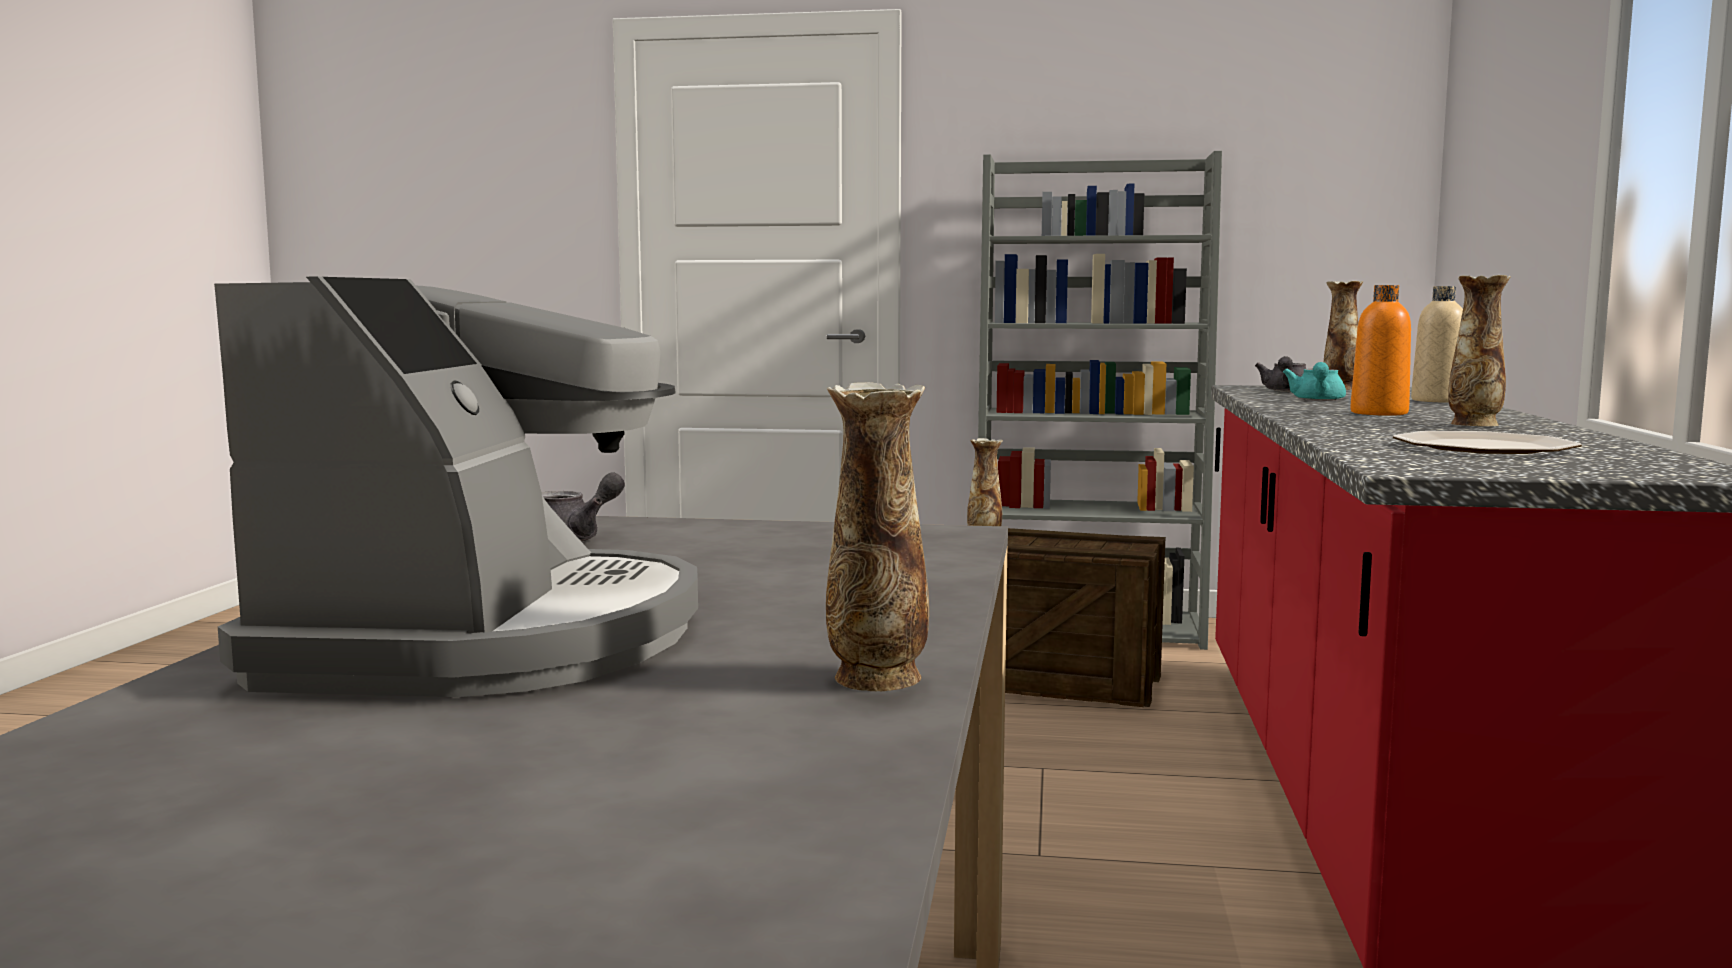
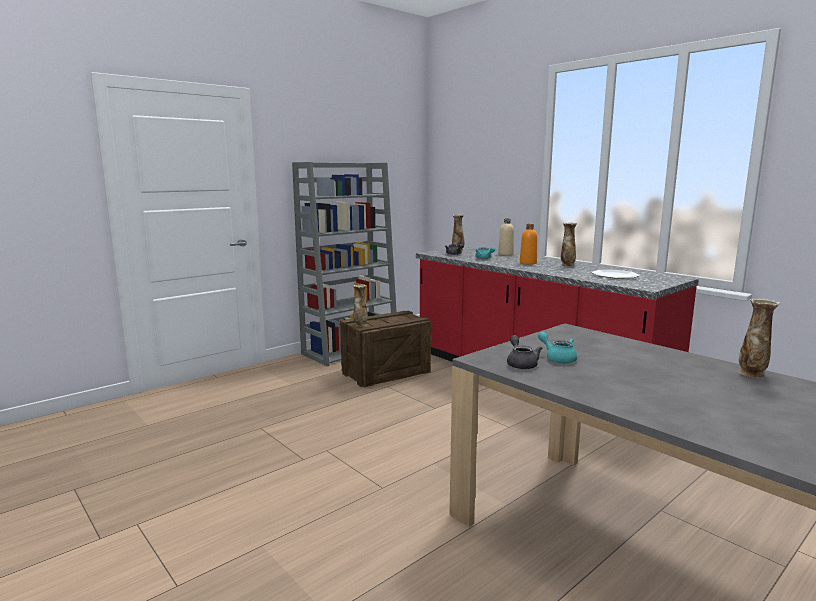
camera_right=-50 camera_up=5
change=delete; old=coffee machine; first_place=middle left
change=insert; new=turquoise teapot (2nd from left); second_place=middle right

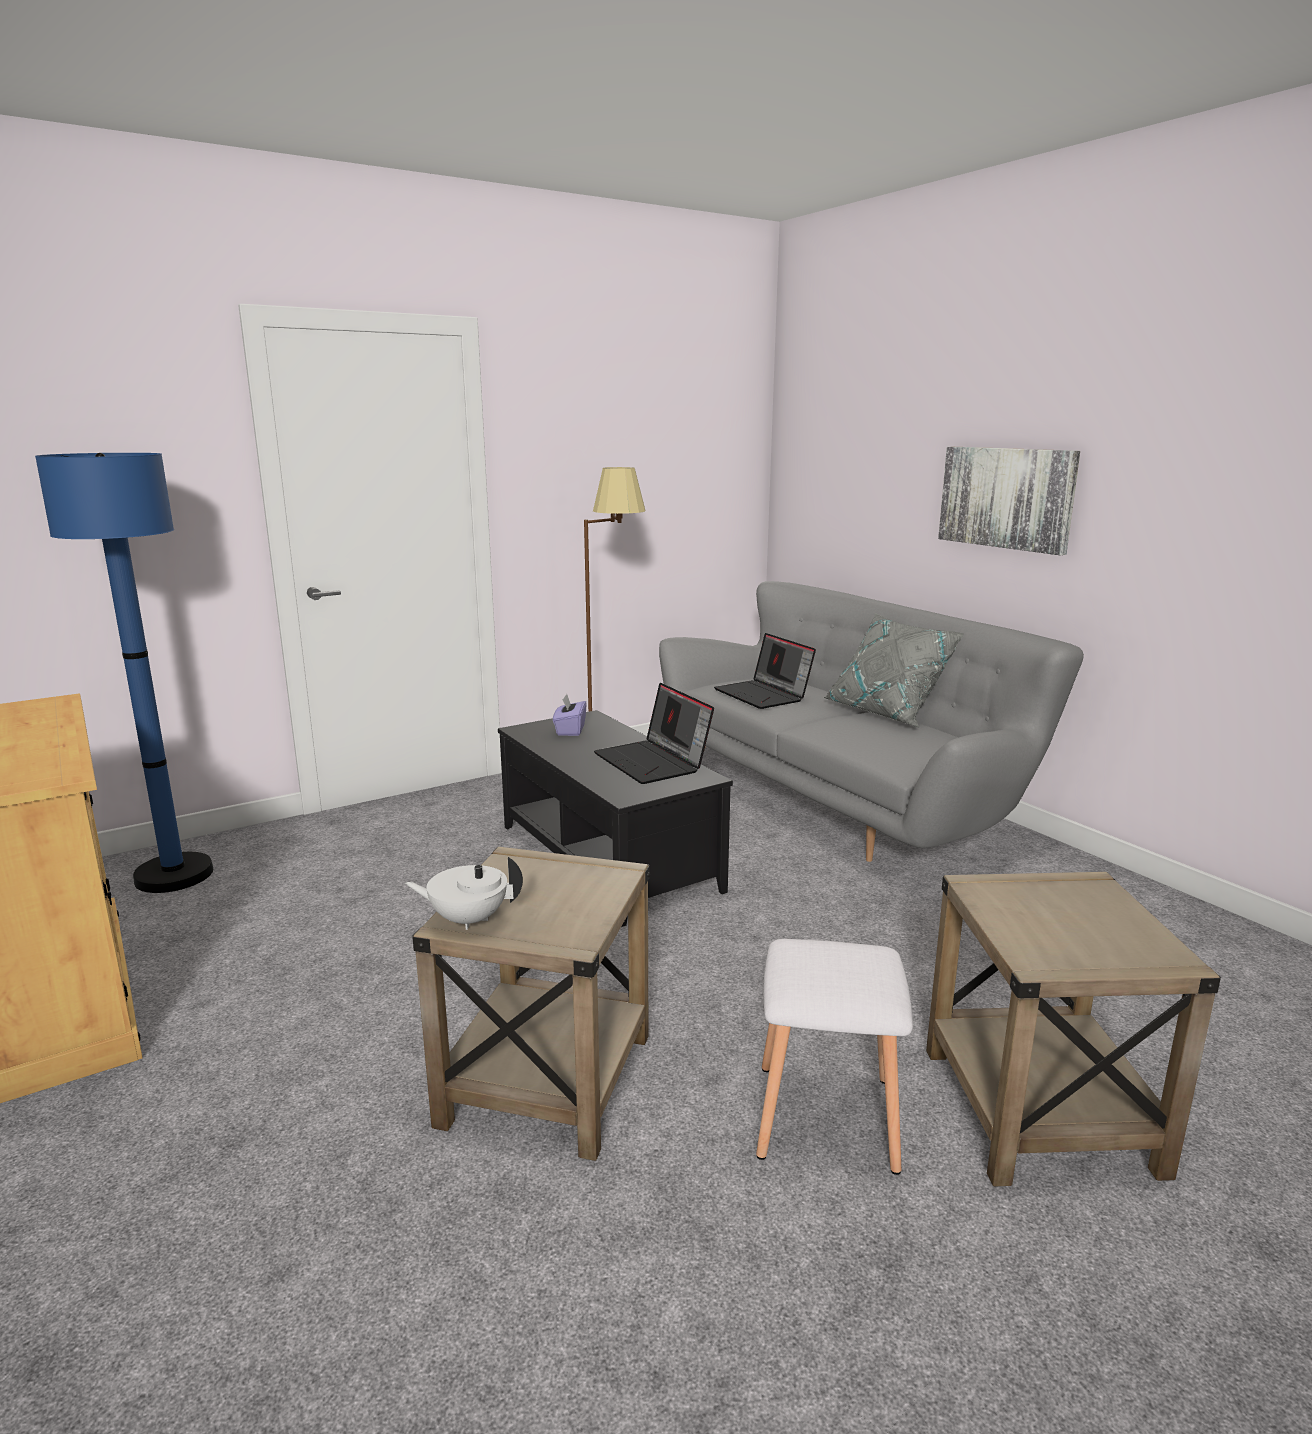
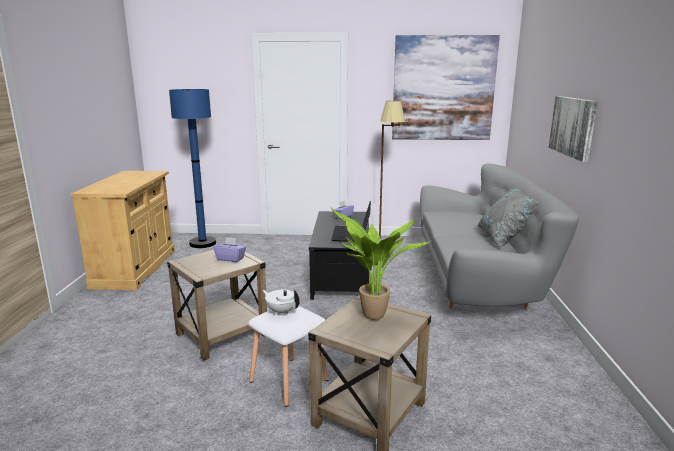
camera_right=35 camera_up=0
change=move; old=white teapot; first_place=centre; second_place=bottom centre
change=delete; old=laptop (2nd from left); first_place=centre
change=insert; new=purple tissue box (1st from left); second_place=centre
change=insert; new=potted plant; second_place=centre
change=insert; new=picture (1st from left); second_place=top centre

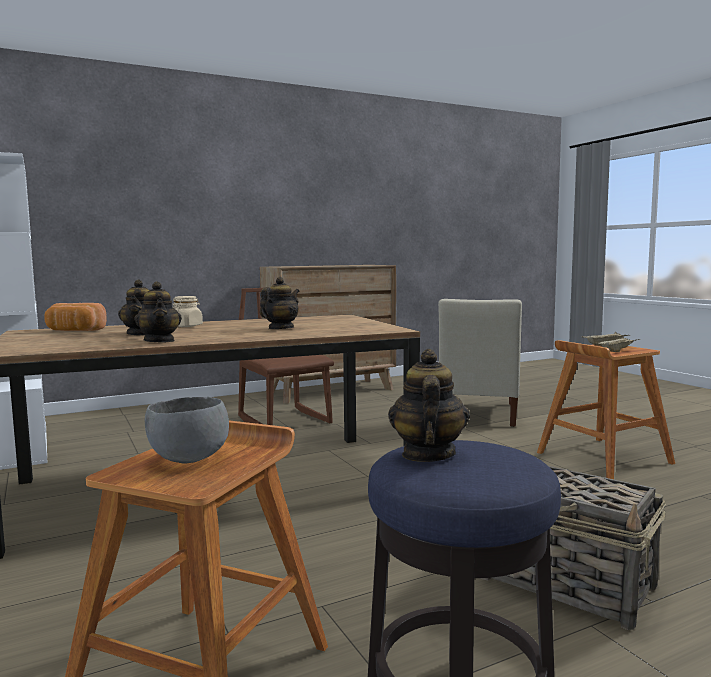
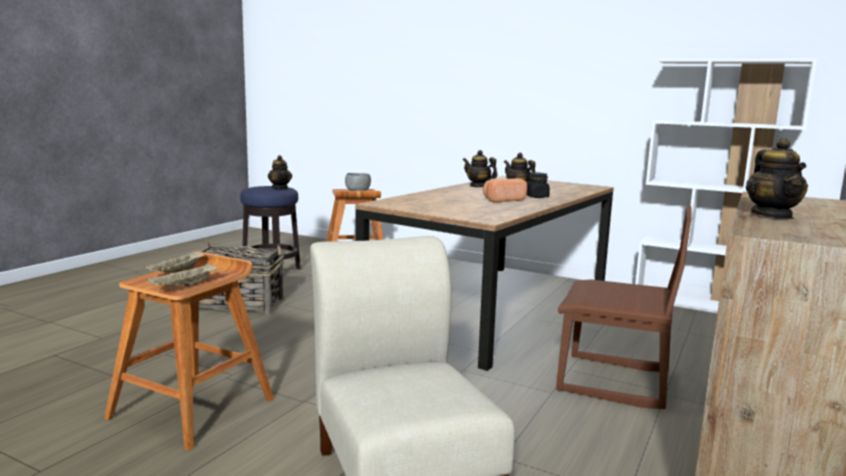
camera_right=145 camera_up=5
change=move; old=bread; first_place=middle left; second_place=centre
change=recolor; old=beige jar; new=black jar; first_place=middle left; second_place=centre
change=move; old=teapot (3rd from left in the first image); new=teapot (4th from left); first_place=centre; second_place=middle right

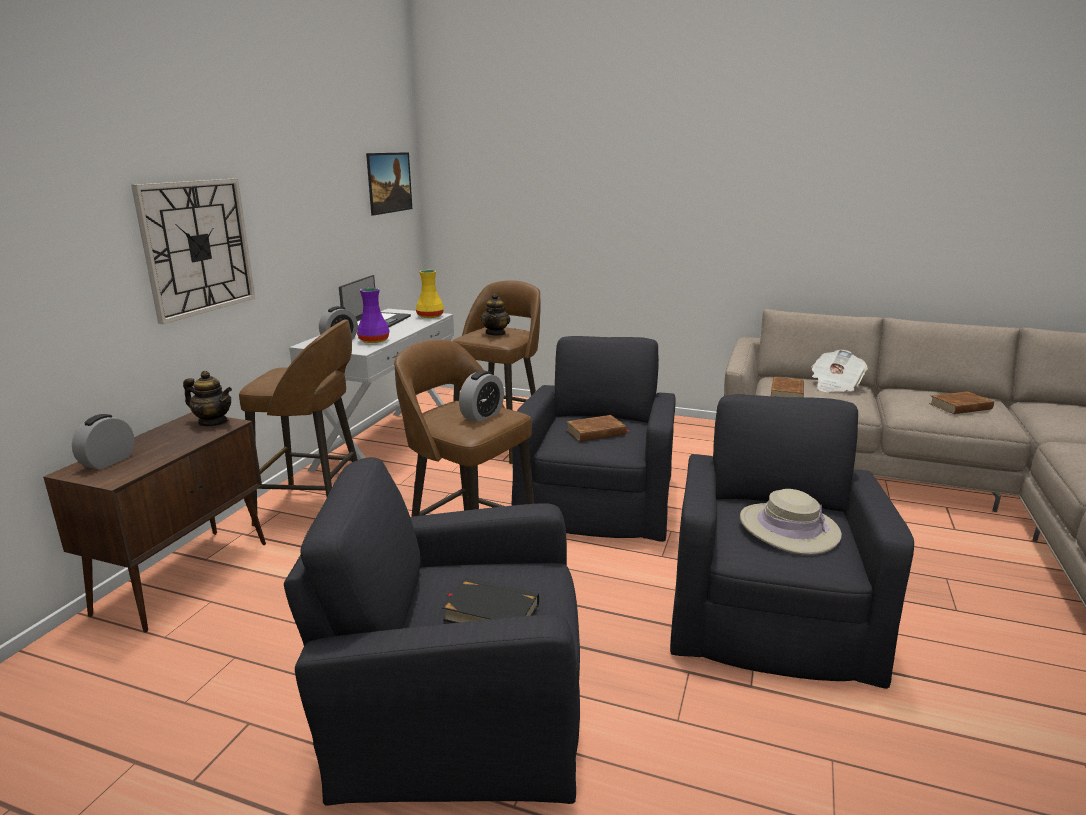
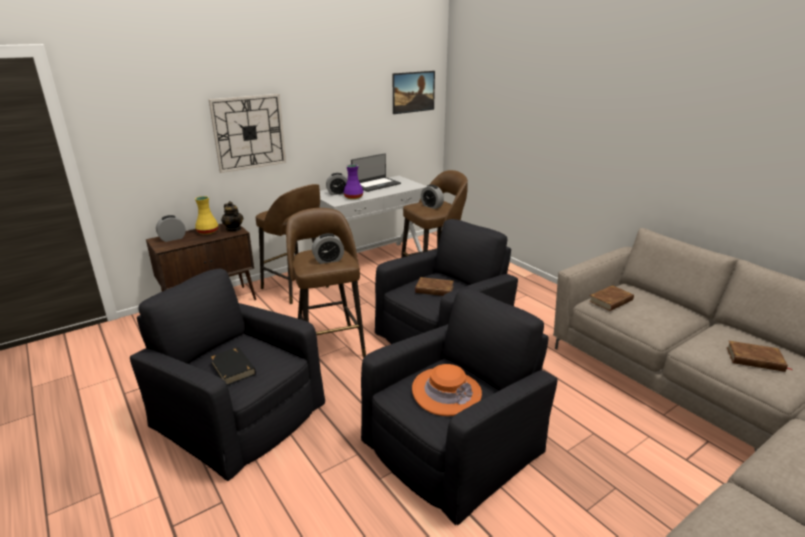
camera_right=35 camera_up=5
change=move; old=yellow vase; first_place=centre; second_place=middle left
change=replace; old=teapot (2nd from left); new=alarm clock (4th from left); first_place=centre; second_place=centre
change=recolor; old=beige hat; new=orange hat; first_place=middle right; second_place=bottom centre
change=delete; old=newspaper; first_place=middle right

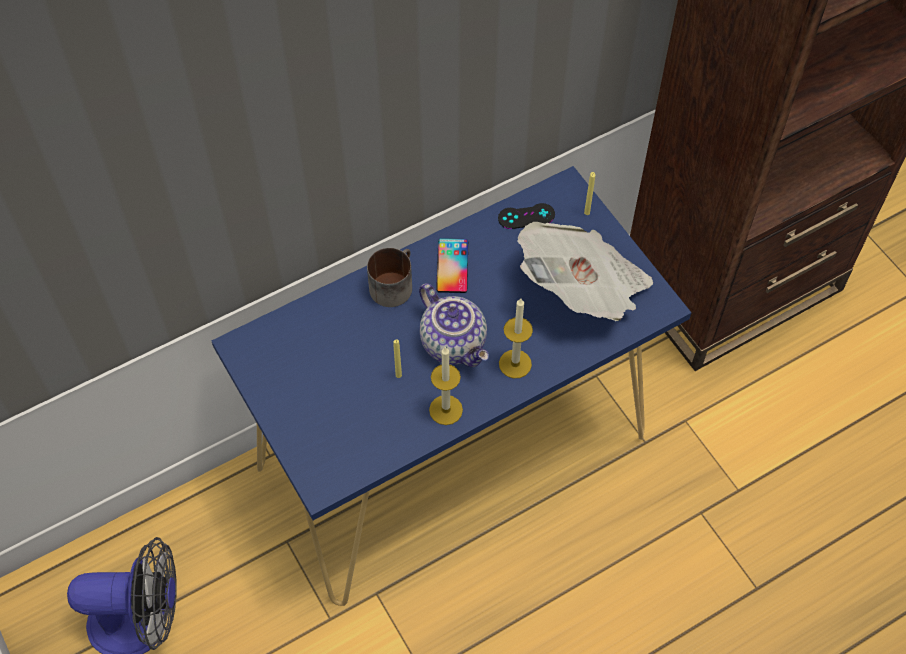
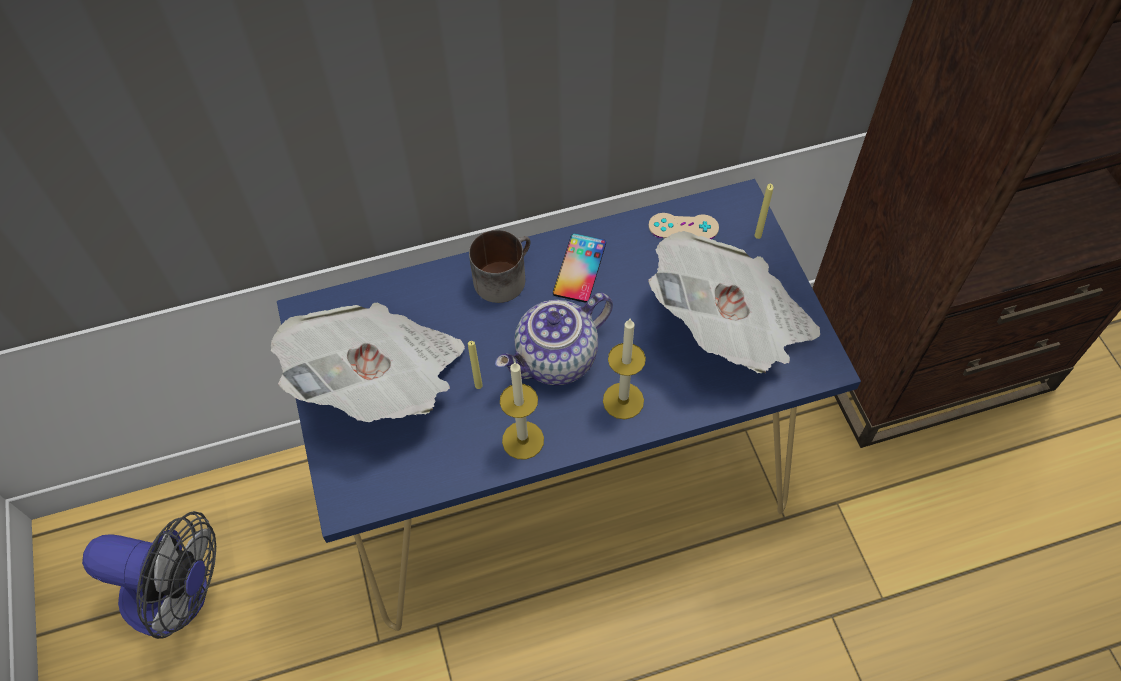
camera_right=15 camera_up=0
change=rotate; old=teapot; first_place=centre; second_place=centre; degrees=75
change=recolor; old=black game controller; new=beige game controller; first_place=top centre; second_place=top centre
change=insert; new=newspaper (1st from left); second_place=middle left

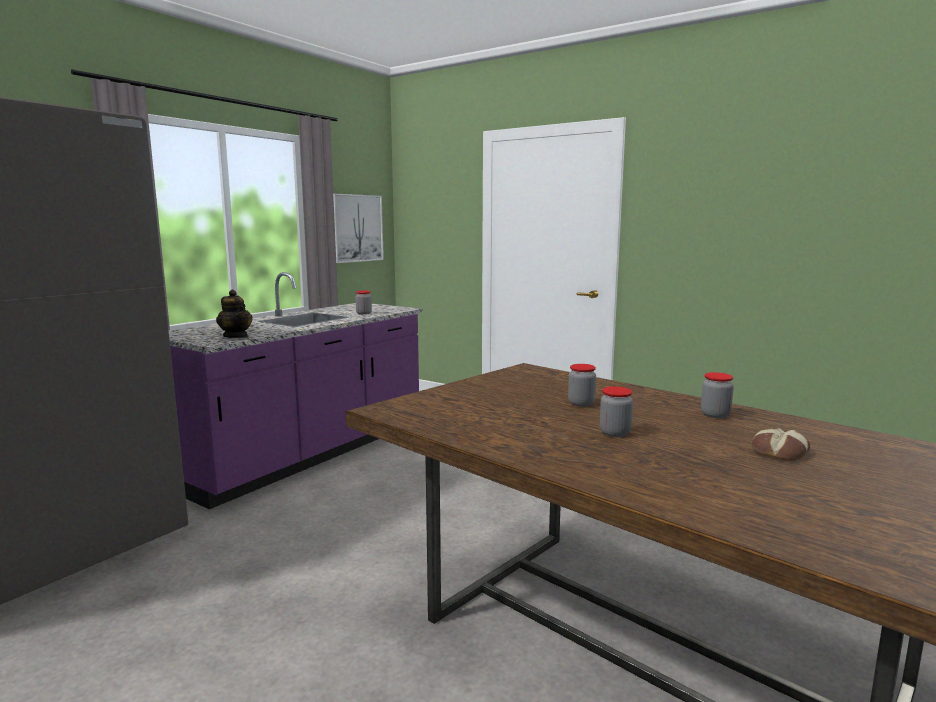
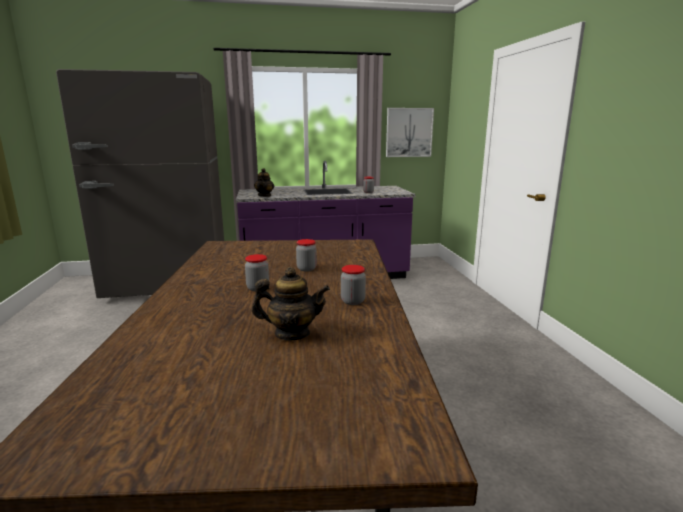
camera_right=45 camera_up=5
change=replace; old=bread; new=teapot (2nd from left); first_place=middle right; second_place=centre

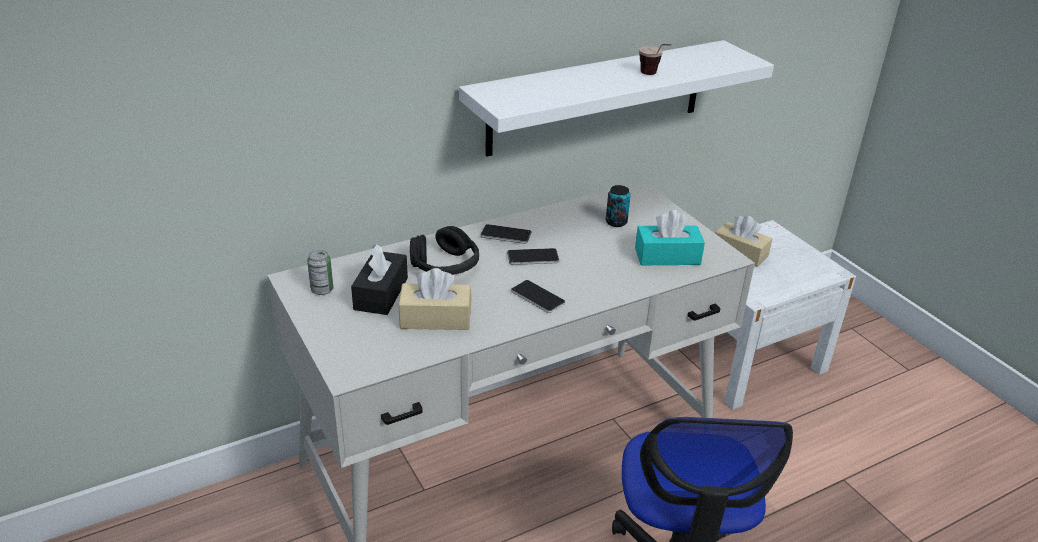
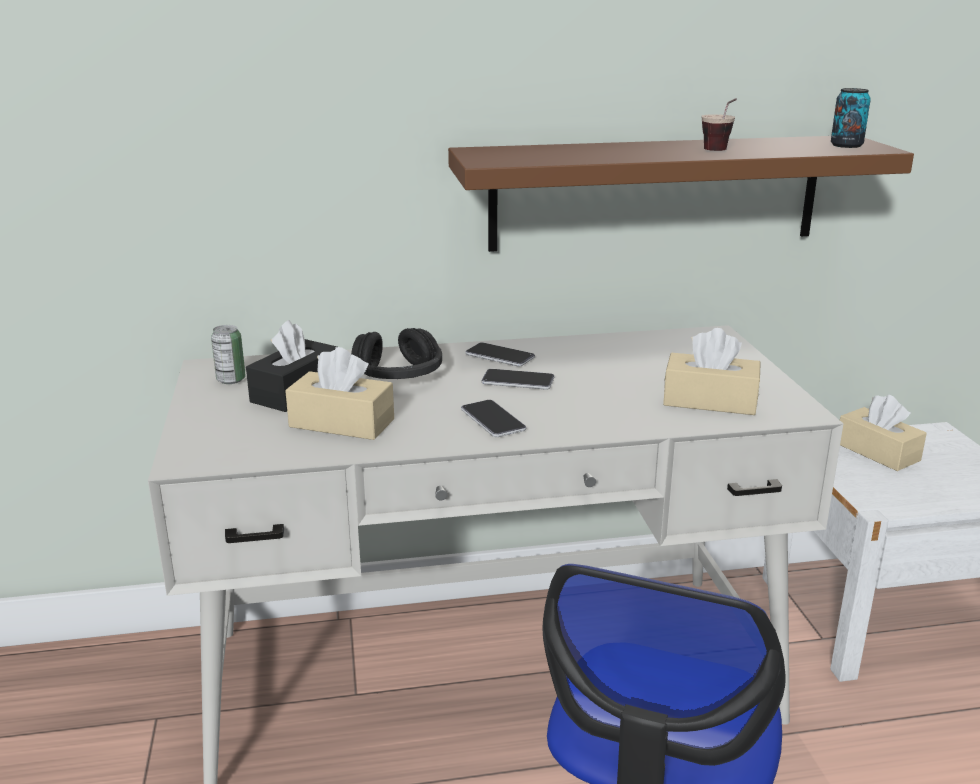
camera_right=20 camera_up=-10
change=recolor; old=white shelf; new=brown shelf; first_place=top centre; second_place=top right
change=move; old=can (2nd from left); first_place=centre; second_place=top right
change=recolor; old=turquoise tissue box; new=beige tissue box (2nd from left); first_place=centre; second_place=middle right

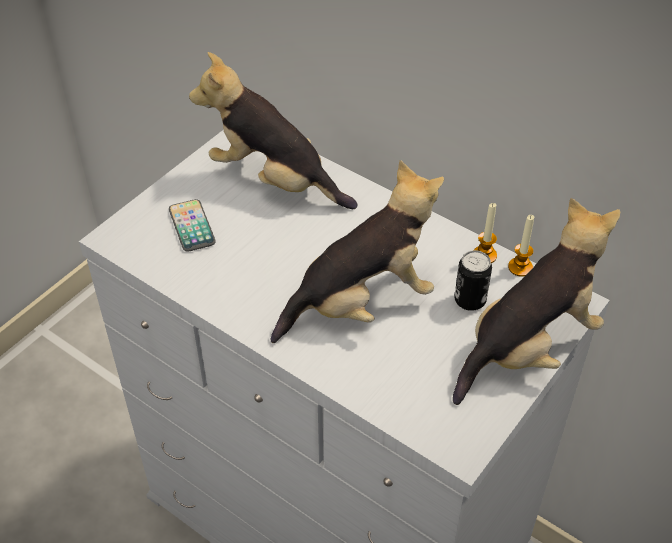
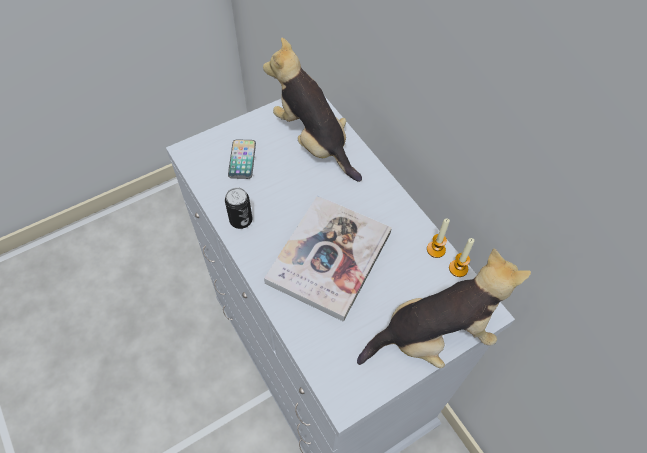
camera_right=20 camera_up=10
change=replace; old=plush toy (2nd from left); new=book; first_place=centre; second_place=centre
change=move; old=can; first_place=middle right; second_place=centre

